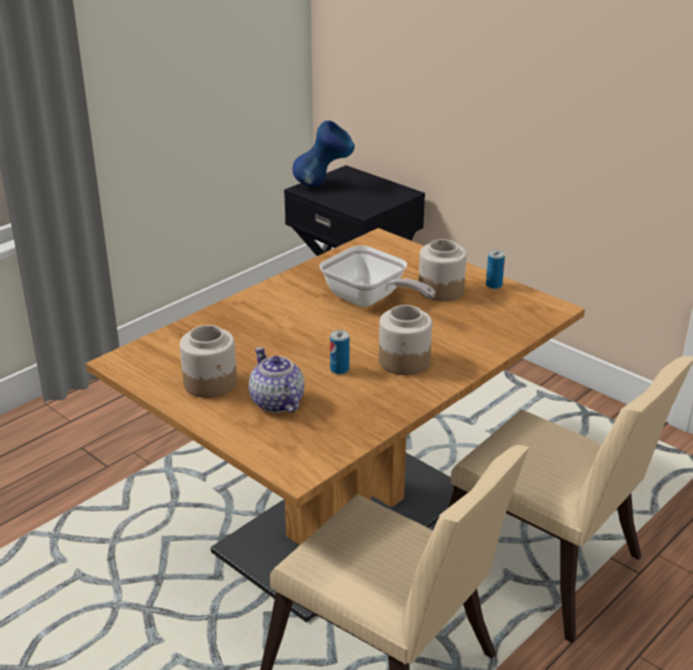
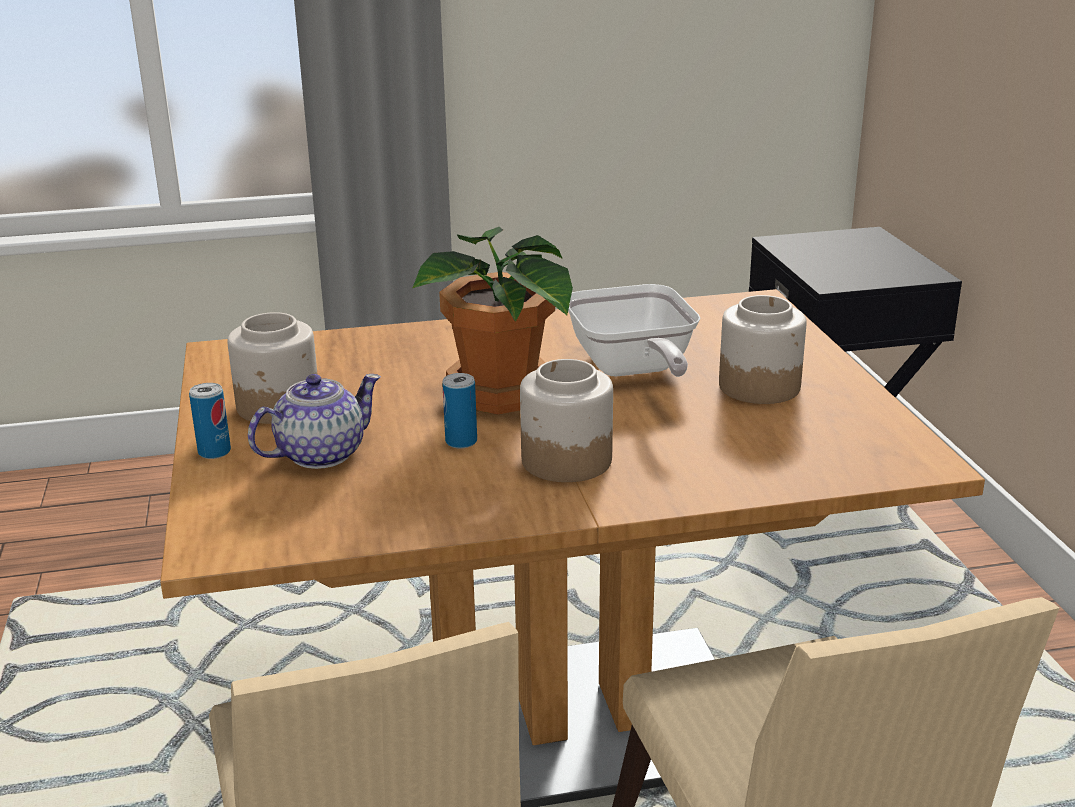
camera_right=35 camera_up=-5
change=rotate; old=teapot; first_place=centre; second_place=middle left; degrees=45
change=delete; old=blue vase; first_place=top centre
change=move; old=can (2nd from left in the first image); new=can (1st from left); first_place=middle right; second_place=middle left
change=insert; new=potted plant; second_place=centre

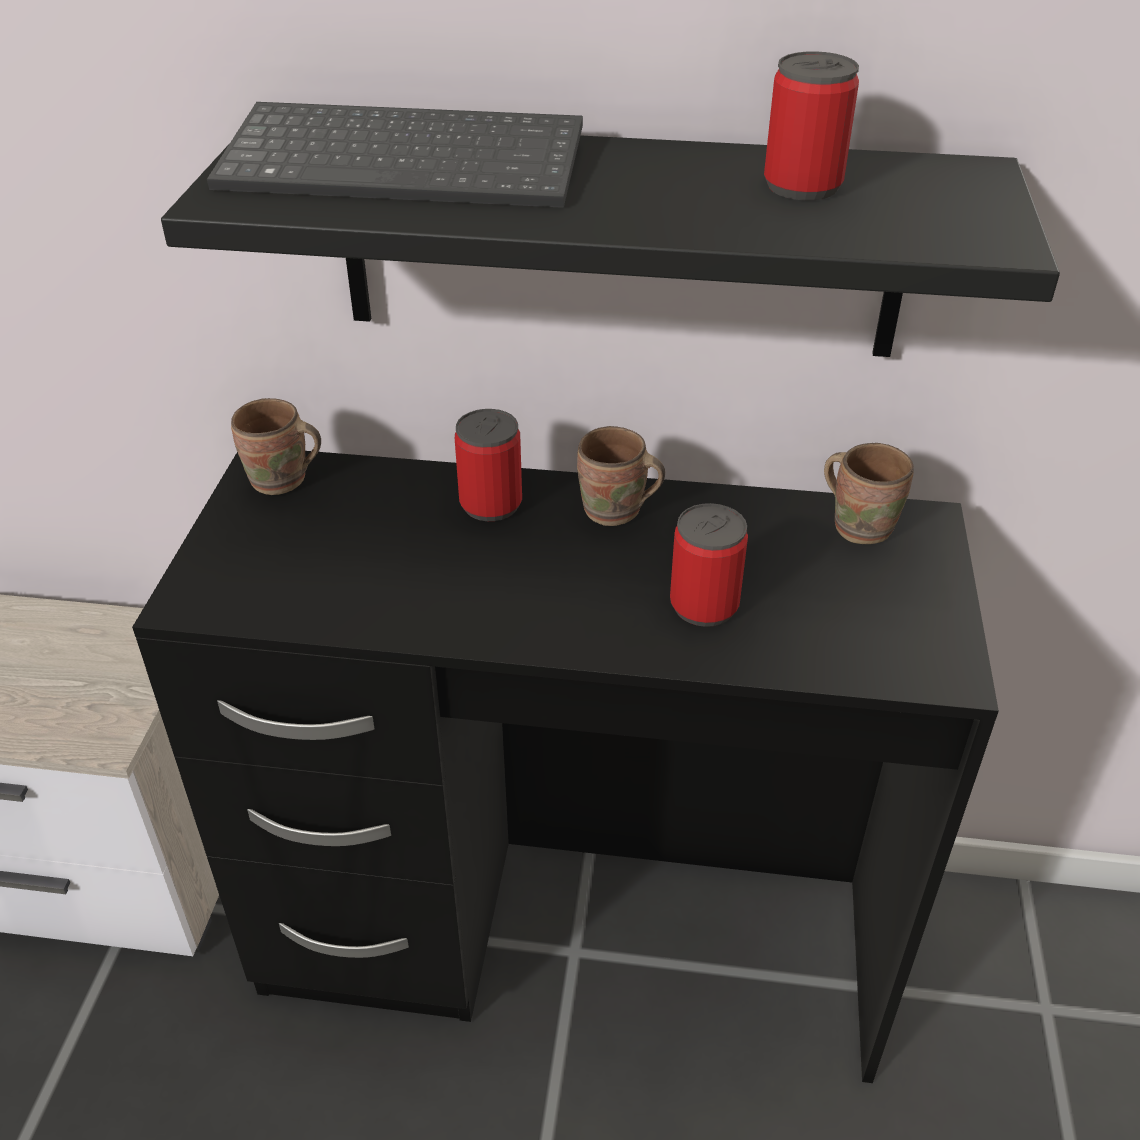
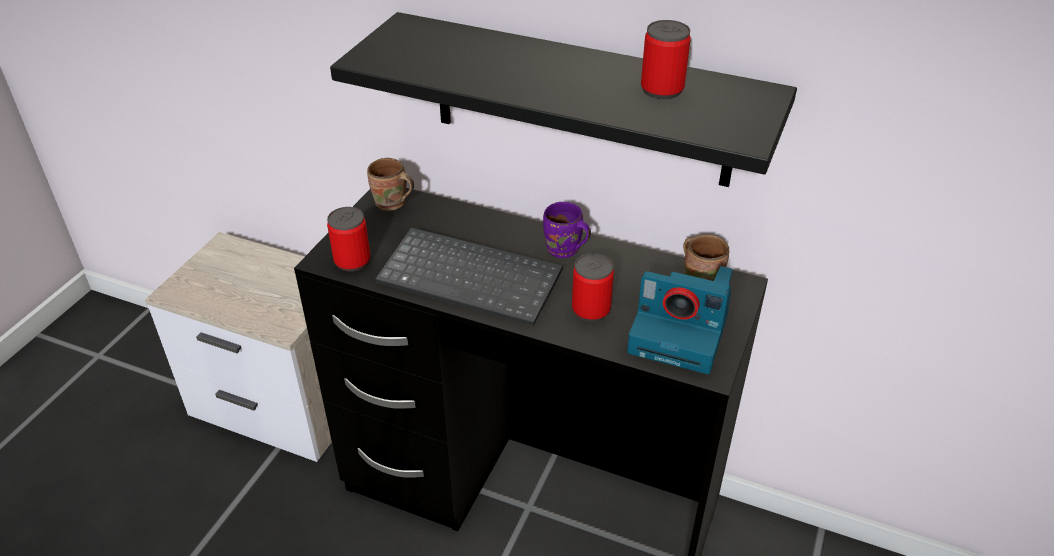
camera_right=15 camera_up=0
change=move; old=keyboard; first_place=top centre; second_place=centre
change=move; old=can (1st from left); first_place=centre; second_place=middle left
change=recolor; old=brown mug (2nd from left); new=purple mug; first_place=centre; second_place=centre
change=insert; new=photo camera; second_place=centre

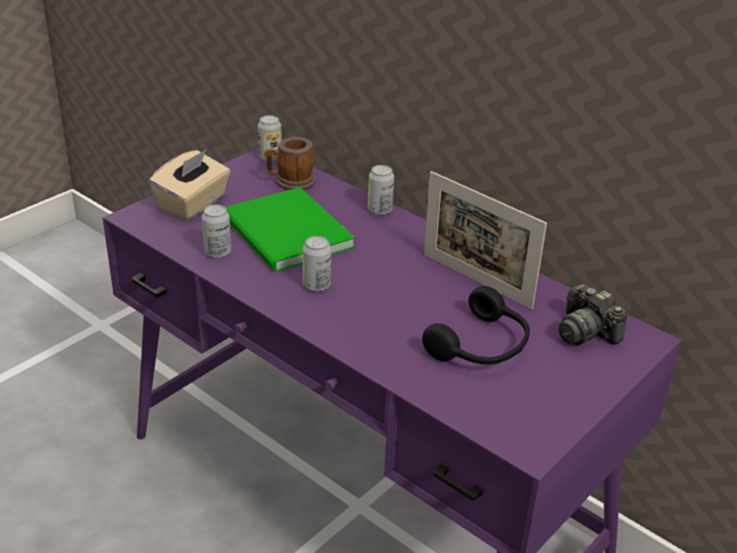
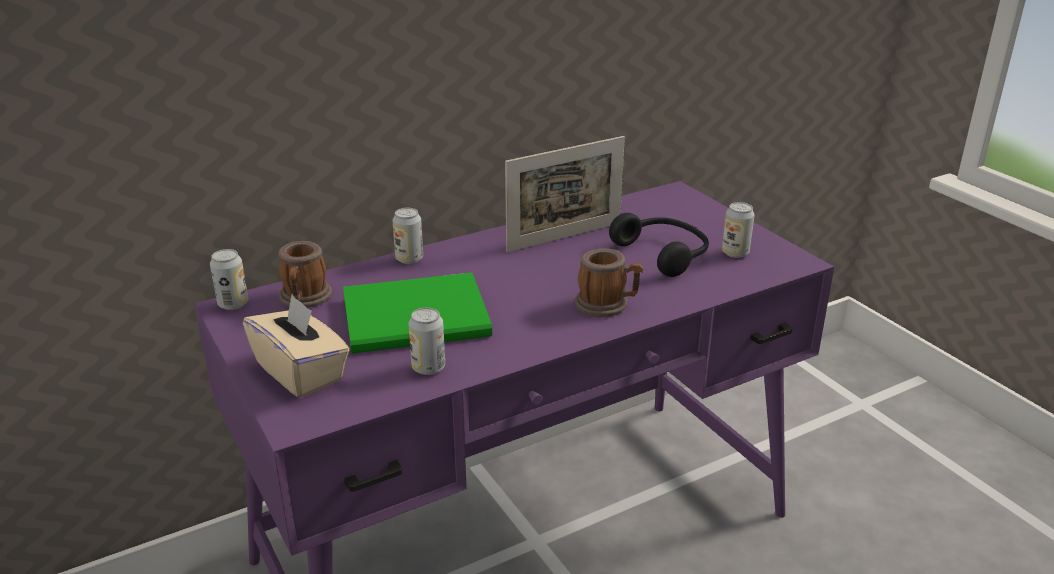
camera_right=-70 camera_up=-5
change=move; old=can (3rd from left in the first image); new=can (4th from left); first_place=centre; second_place=middle right
change=delete; old=photo camera; first_place=middle right
change=insert; new=mug (2nd from left); second_place=centre

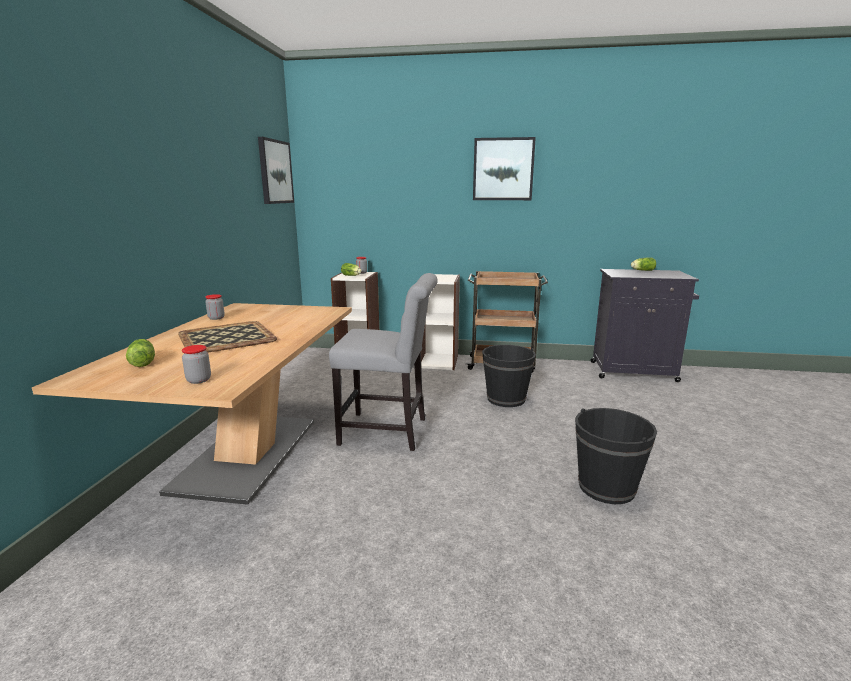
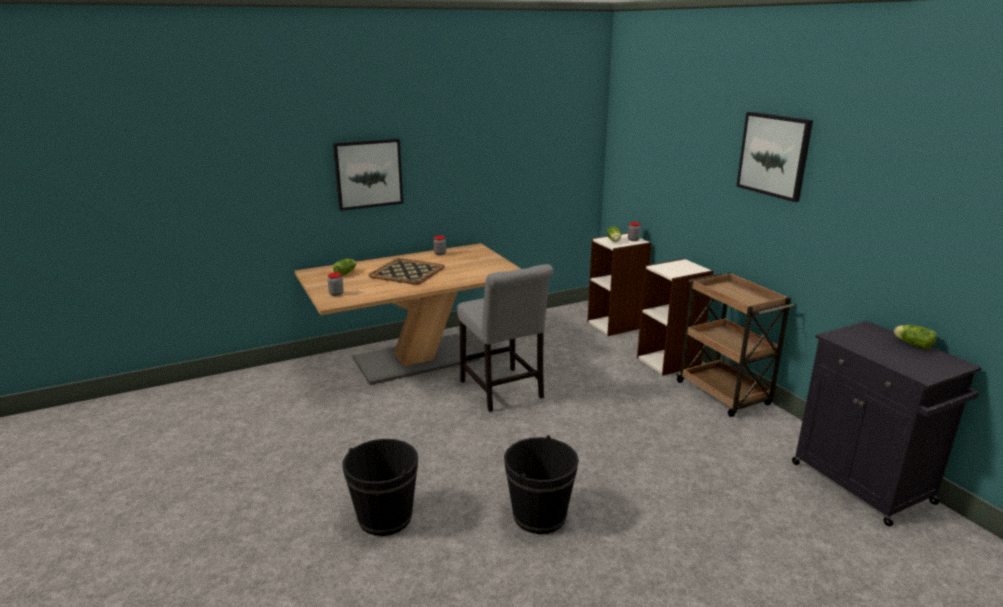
camera_right=55 camera_up=5
change=move; old=picture (1st from left); first_place=top left; second_place=top centre
change=move; old=black bucket (1st from left); first_place=centre; second_place=bottom centre

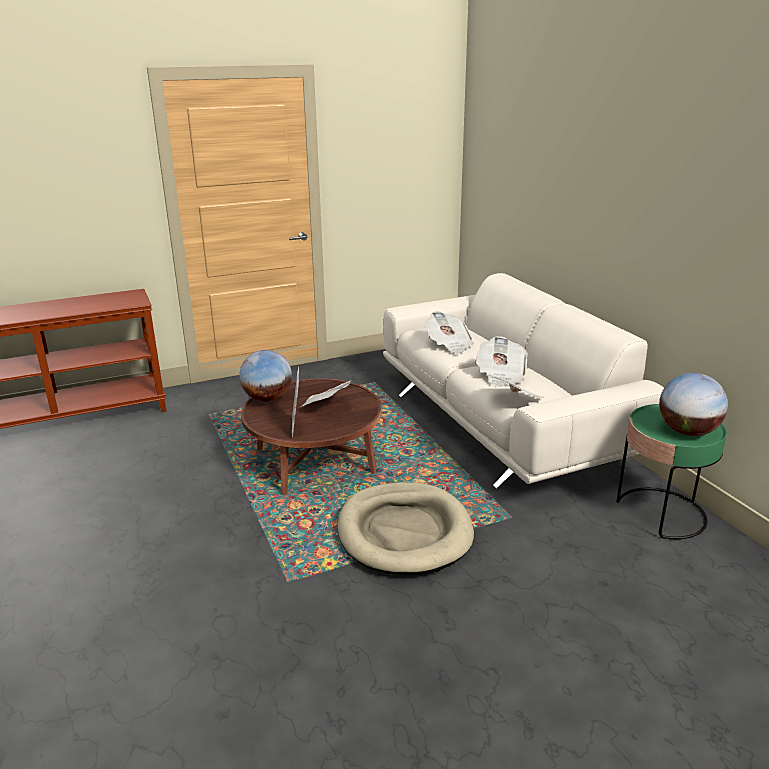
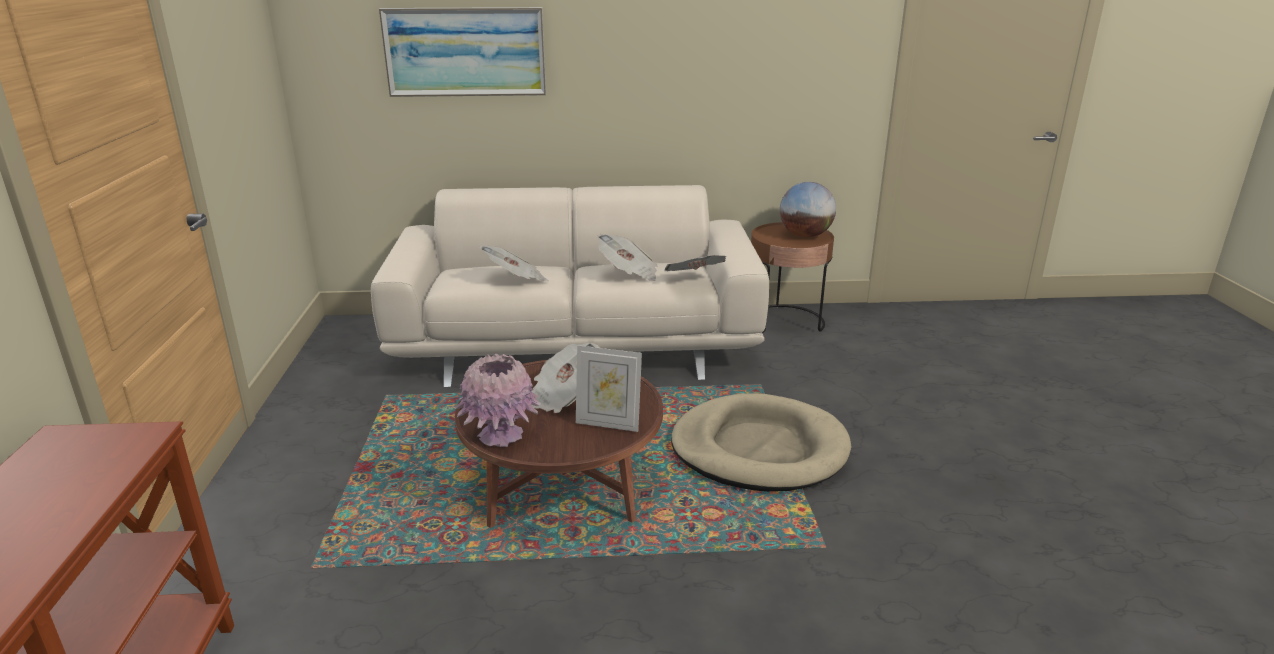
camera_right=-70 camera_up=0
change=replace; old=globe (1st from left); new=pink vase; first_place=centre; second_place=centre
change=recolor; old=green side table; new=brown side table; first_place=middle right; second_place=centre
change=insert; new=picture; second_place=top centre

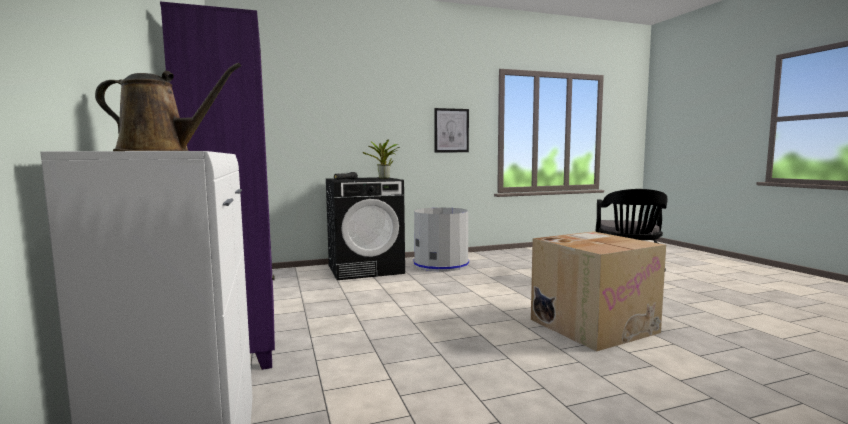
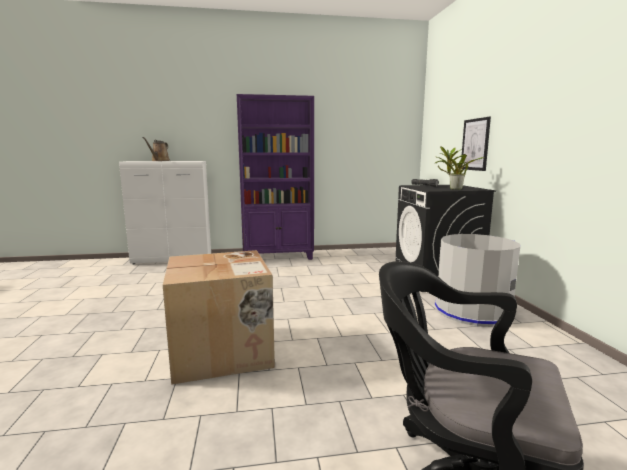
camera_right=100 camera_up=5
change=move; old=picture; first_place=top centre; second_place=top right

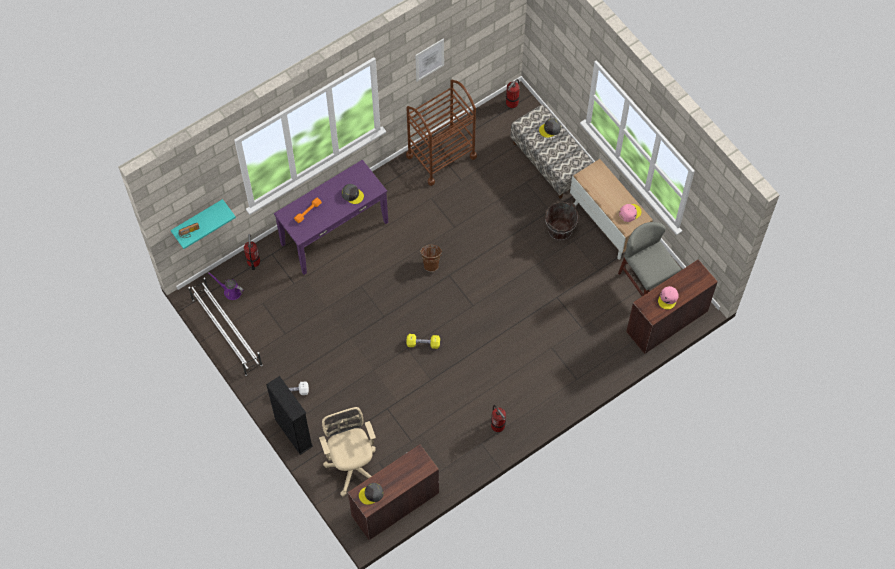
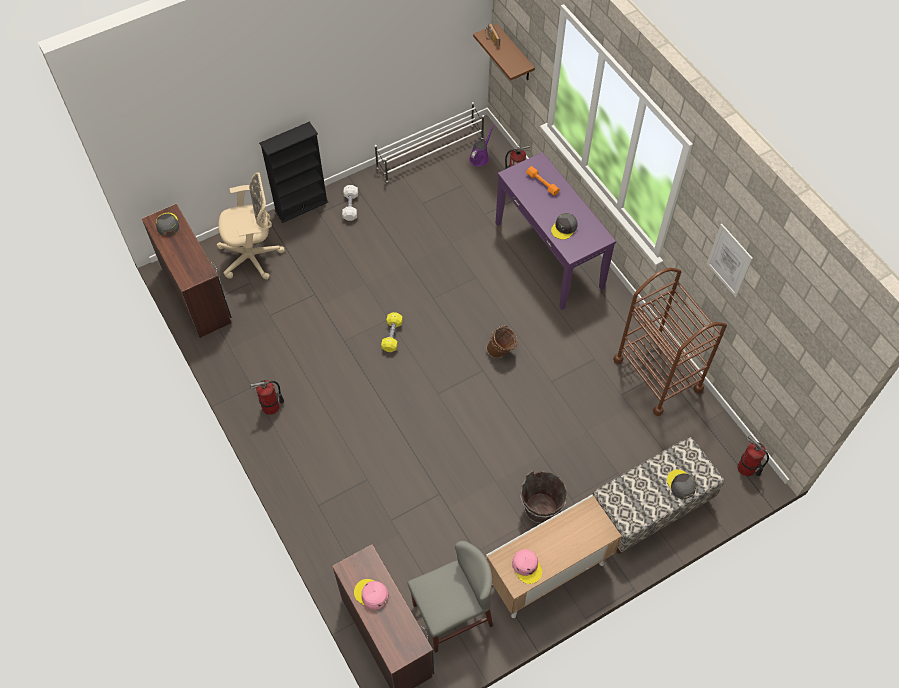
camera_right=95 camera_up=-5
change=recolor; old=turquoise shelf; new=brown shelf; first_place=middle left; second_place=top centre

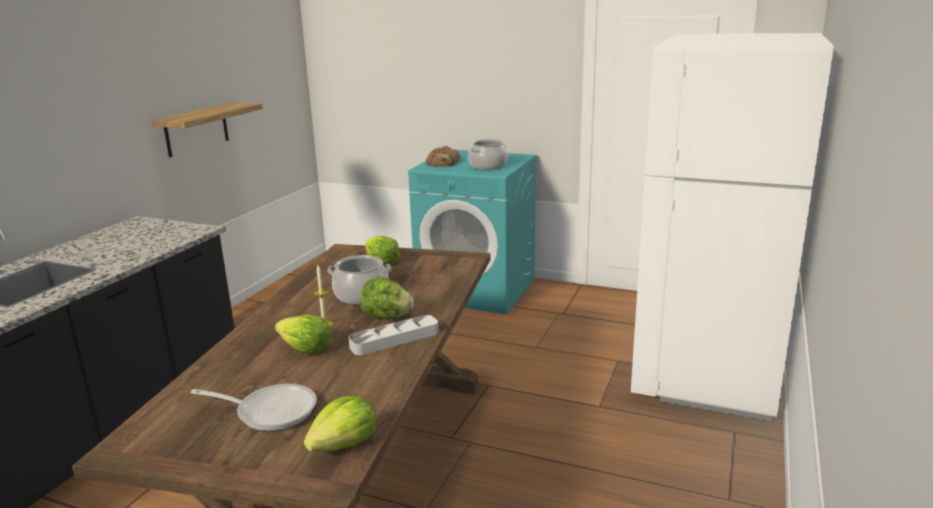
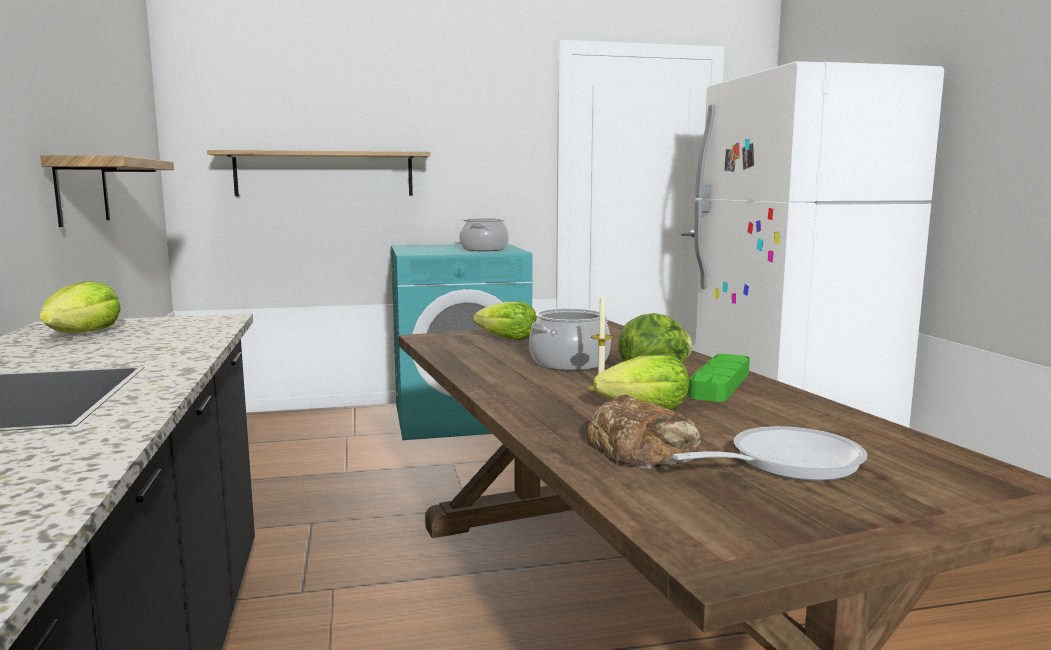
camera_right=-35 camera_up=-10
change=move; old=lettuce (2nd from left in the first image); new=lettuce (1st from left); first_place=bottom centre; second_place=middle left
change=recolor; old=grey tray; new=green tray; first_place=centre; second_place=middle right
change=move; old=bread; first_place=top centre; second_place=centre
change=insert; new=shelf (2nd from left); second_place=top left

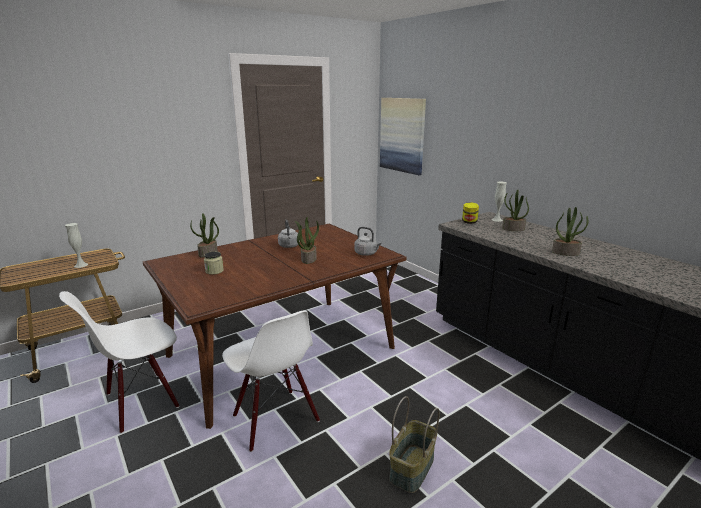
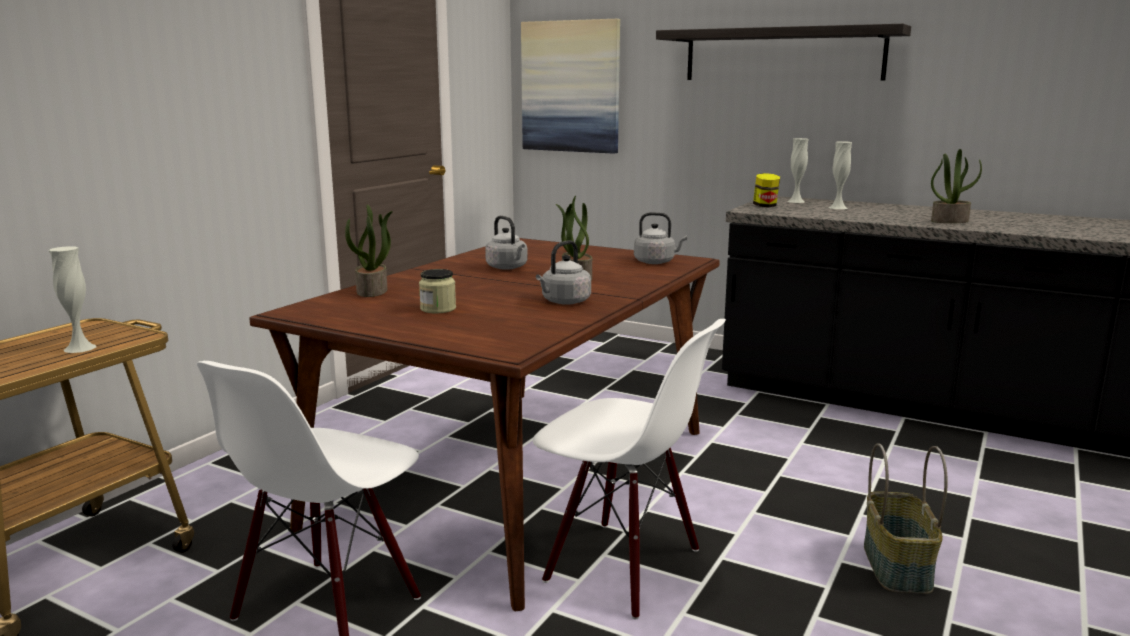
camera_right=-25 camera_up=-5
change=replace; old=potted plant (3rd from left); new=white vase (3rd from left); first_place=middle right; second_place=top right
change=insert; new=grey kettle (2nd from left); second_place=centre
change=insert; new=shelf; second_place=top right

